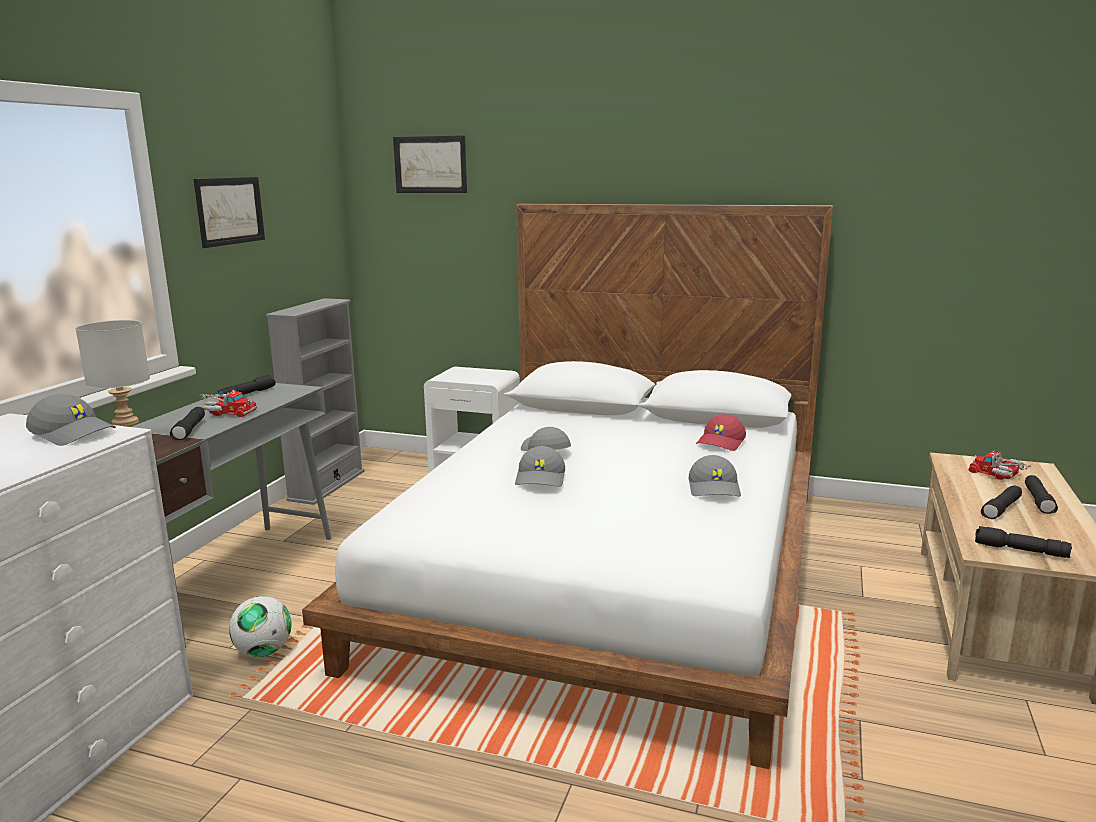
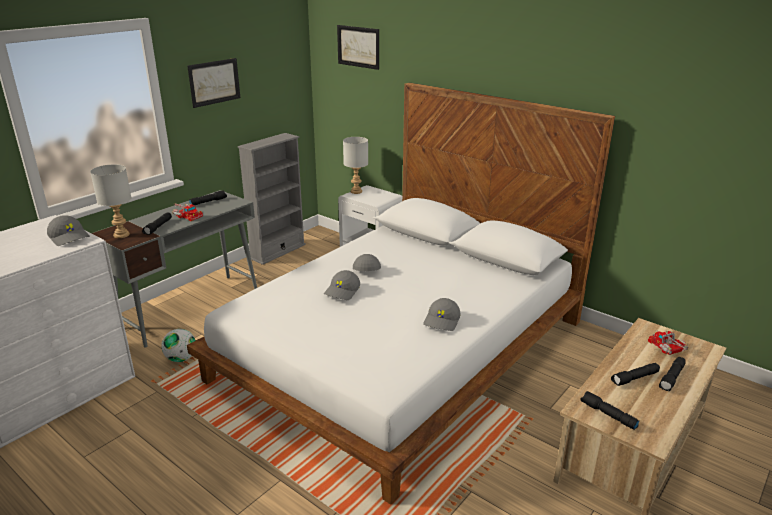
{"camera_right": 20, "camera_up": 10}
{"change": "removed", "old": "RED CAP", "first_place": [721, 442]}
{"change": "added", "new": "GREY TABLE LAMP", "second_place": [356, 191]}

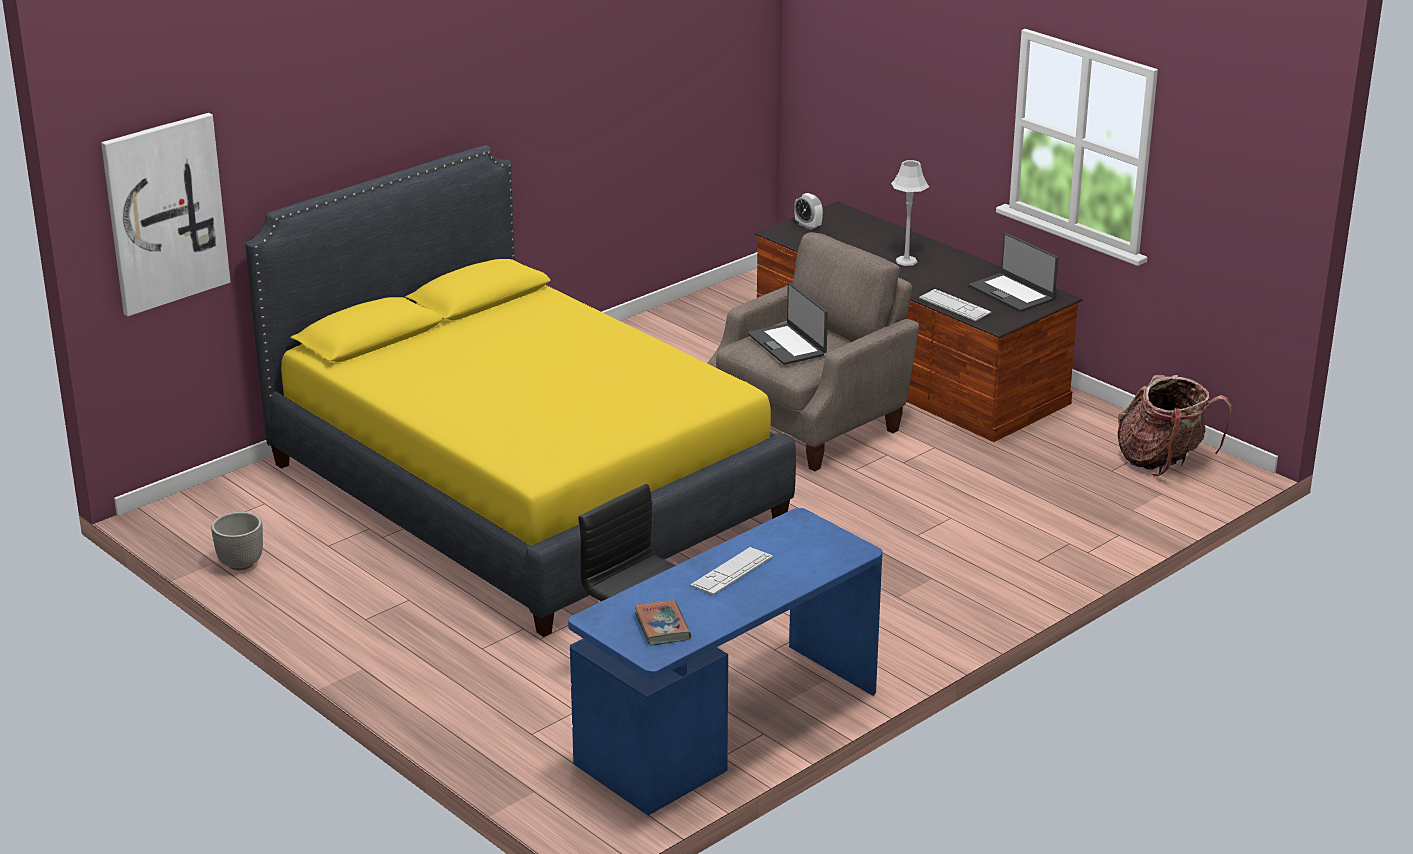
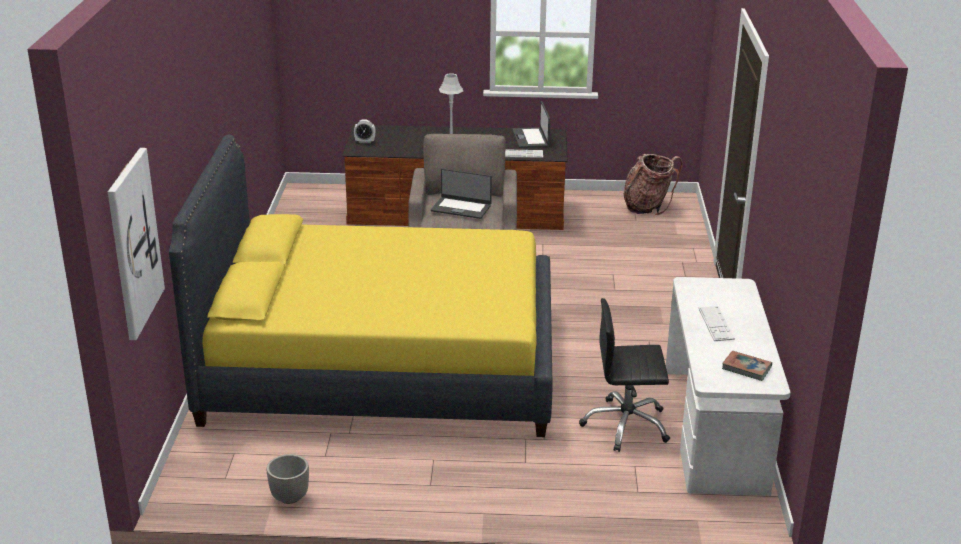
{"camera_right": -45, "camera_up": 0}
{"change": "turned", "old": "LAPTOP", "first_place": [1012, 293], "second_place": [531, 138], "degrees": 75}
{"change": "recoloured", "old": "BLUE DESK", "new": "WHITE DESK", "first_place": [729, 727], "second_place": [716, 429]}

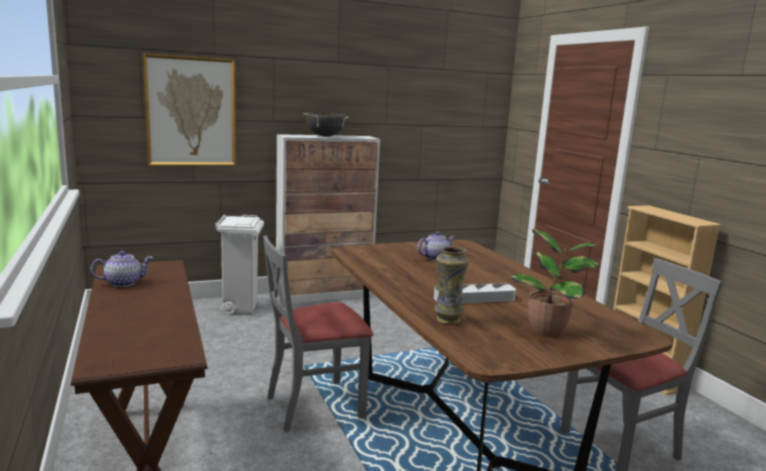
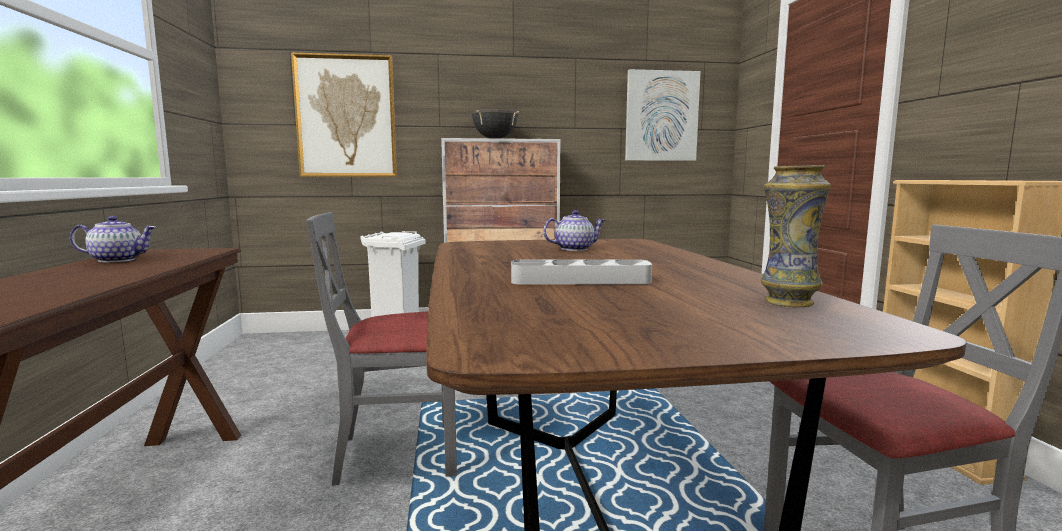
{"camera_right": 15, "camera_up": -5}
{"change": "removed", "old": "POTTED PLANT", "first_place": [549, 331]}
{"change": "moved", "old": "VASE", "first_place": [447, 319], "second_place": [787, 302]}
{"change": "added", "new": "PICTURE", "second_place": [661, 116]}

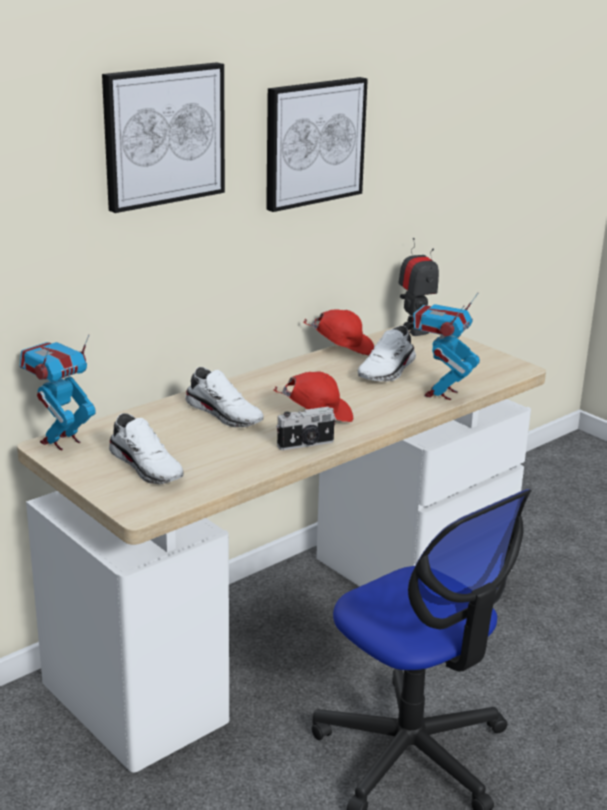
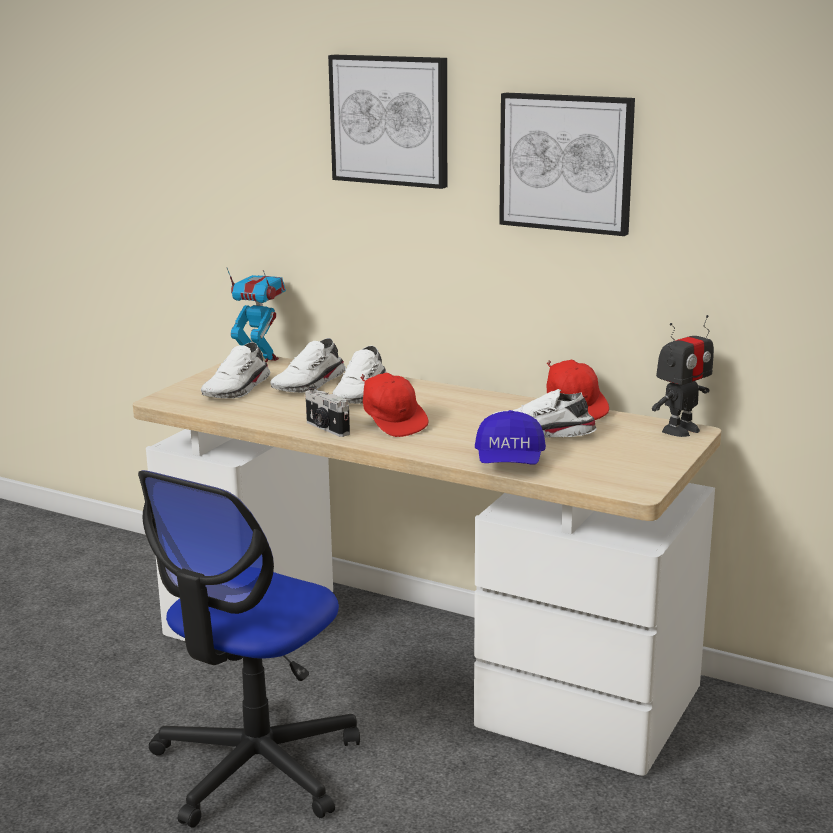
{"camera_right": 70, "camera_up": -5}
{"change": "replaced", "old": "TOY ROBOT", "new": "BLUE CAP", "first_place": [441, 393], "second_place": [509, 462]}
{"change": "added", "new": "WHITE SHOE", "second_place": [310, 384]}

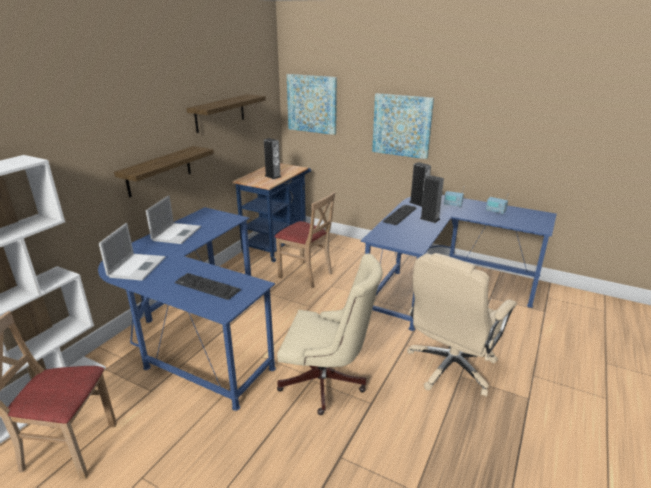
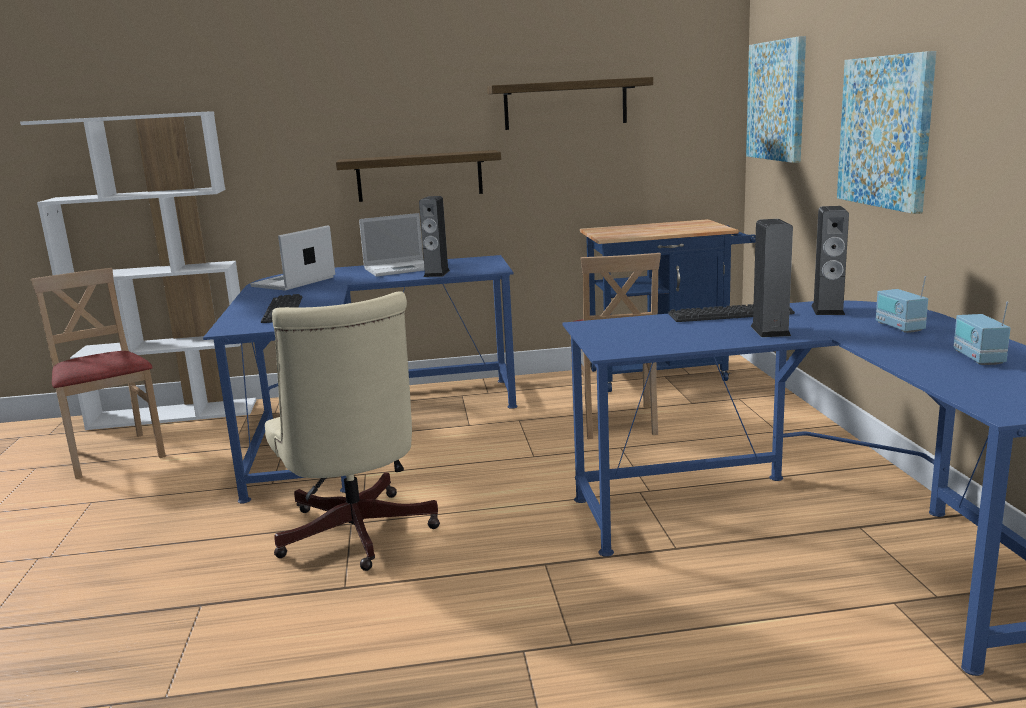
{"camera_right": 55, "camera_up": -10}
{"change": "moved", "old": "SPEAKER", "first_place": [273, 176], "second_place": [436, 273]}
{"change": "turned", "old": "LAPTOP", "first_place": [137, 266], "second_place": [292, 282], "degrees": 150}
{"change": "removed", "old": "BEIGE OFFICE CHAIR", "first_place": [450, 367]}

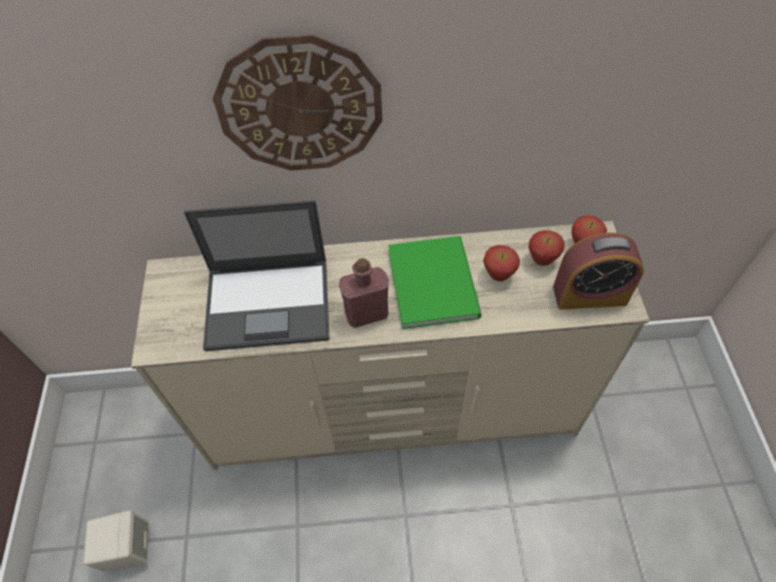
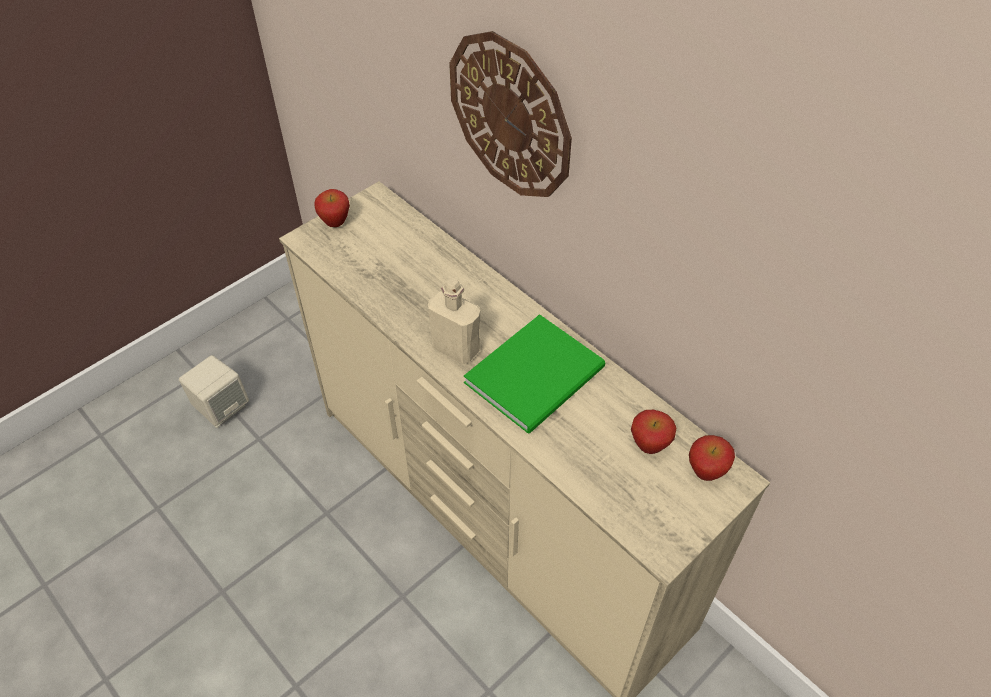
{"camera_right": 50, "camera_up": -5}
{"change": "removed", "old": "LAPTOP", "first_place": [270, 303]}
{"change": "removed", "old": "ALARM CLOCK", "first_place": [589, 295]}
{"change": "moved", "old": "APPLE", "first_place": [498, 275], "second_place": [335, 223]}
{"change": "recoloured", "old": "RED BOTTLE", "new": "BEIGE BOTTLE", "first_place": [366, 314], "second_place": [456, 348]}

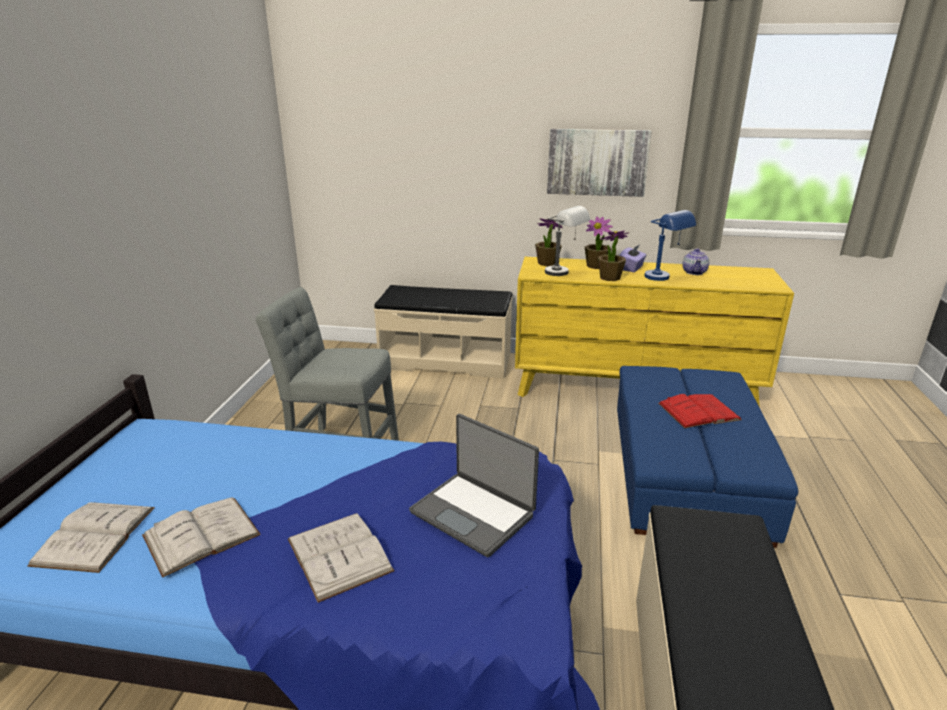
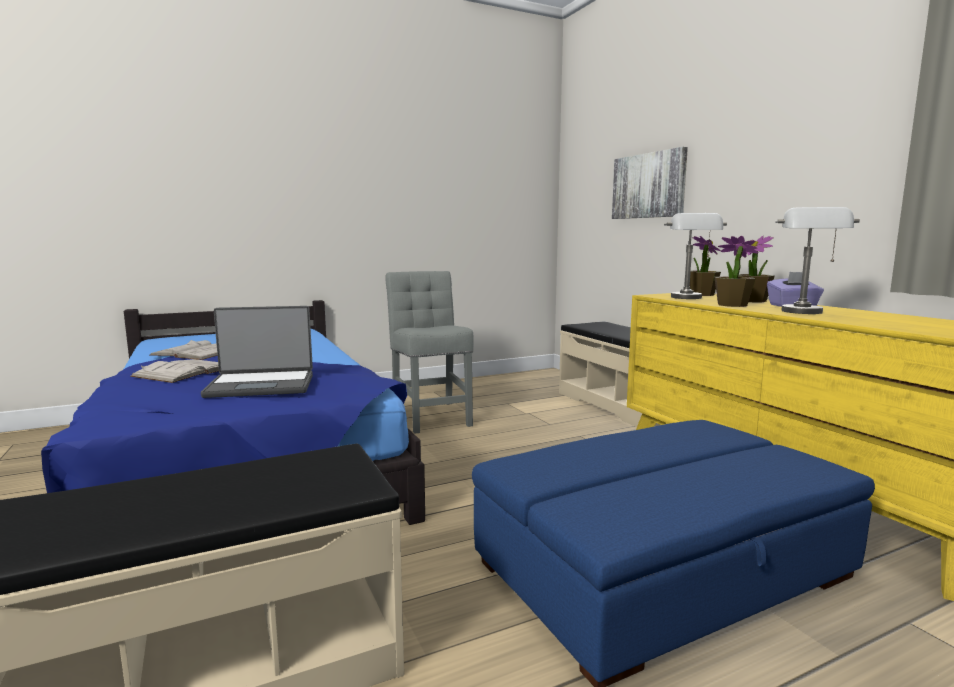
{"camera_right": 55, "camera_up": -15}
{"change": "moved", "old": "PICTURE", "first_place": [597, 162], "second_place": [648, 186]}
{"change": "recoloured", "old": "BLUE TABLE LAMP", "new": "GREY TABLE LAMP", "first_place": [664, 279], "second_place": [806, 313]}
{"change": "removed", "old": "TEAPOT", "first_place": [694, 272]}
{"change": "removed", "old": "RED BOOK", "first_place": [699, 411]}
{"change": "turned", "old": "LAPTOP", "first_place": [474, 513], "second_place": [261, 385], "degrees": -105}
{"change": "removed", "old": "WHITE BOOK", "first_place": [94, 535]}

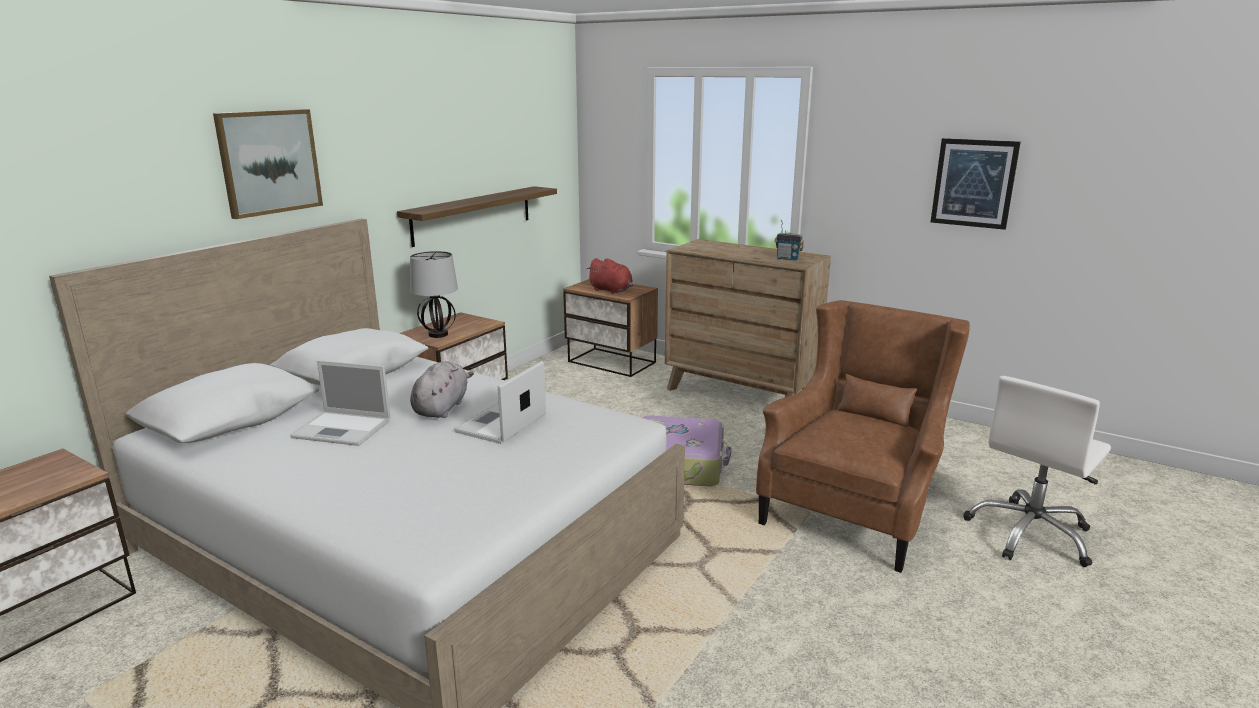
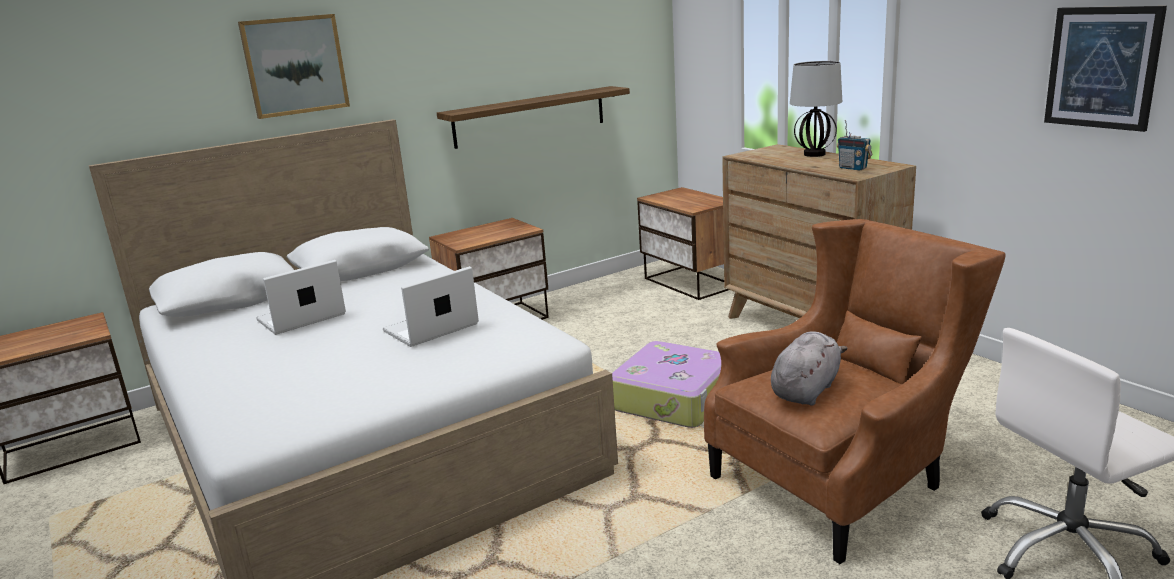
{"camera_right": 25, "camera_up": 0}
{"change": "moved", "old": "TABLE LAMP", "first_place": [438, 335], "second_place": [814, 154]}
{"change": "removed", "old": "RED PLUSH TOY", "first_place": [612, 291]}
{"change": "turned", "old": "LAPTOP", "first_place": [344, 429], "second_place": [300, 318], "degrees": 105}
{"change": "moved", "old": "GREY PLUSH TOY", "first_place": [442, 408], "second_place": [806, 390]}

